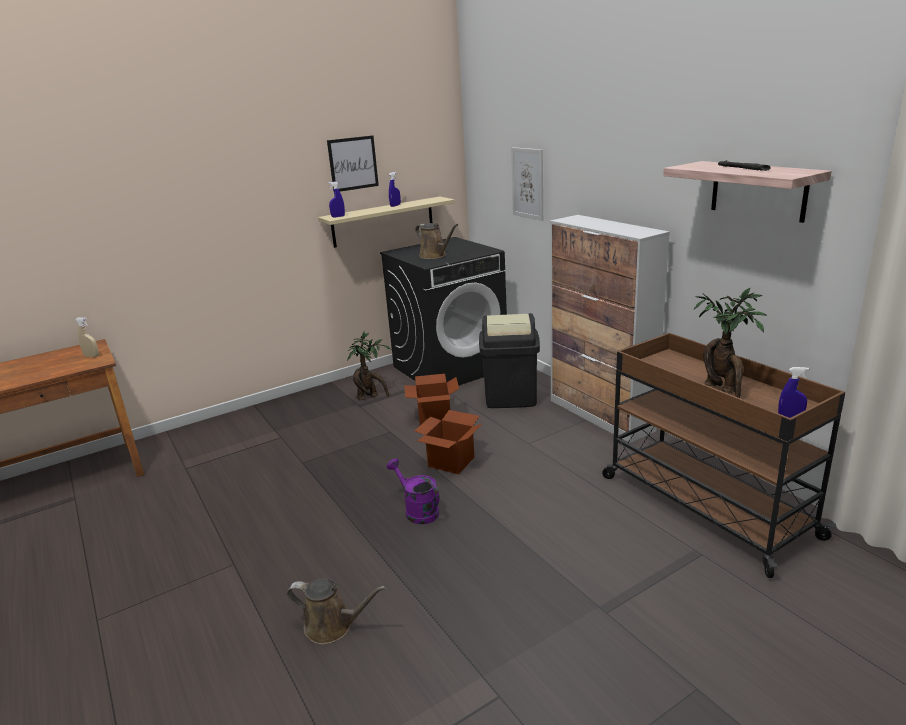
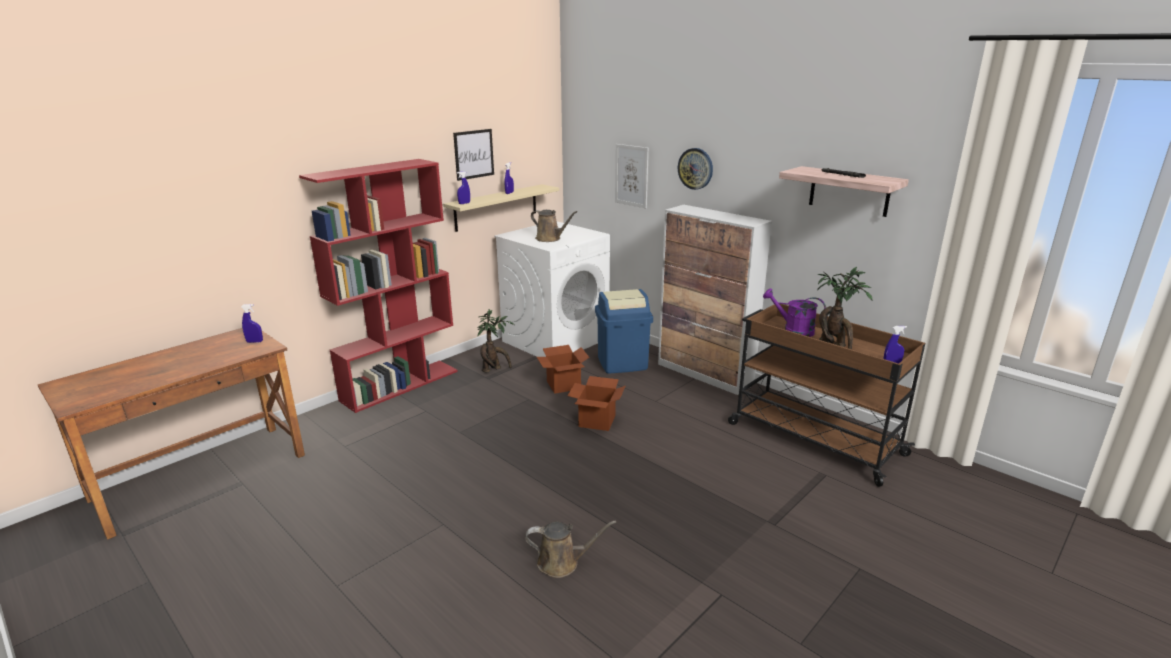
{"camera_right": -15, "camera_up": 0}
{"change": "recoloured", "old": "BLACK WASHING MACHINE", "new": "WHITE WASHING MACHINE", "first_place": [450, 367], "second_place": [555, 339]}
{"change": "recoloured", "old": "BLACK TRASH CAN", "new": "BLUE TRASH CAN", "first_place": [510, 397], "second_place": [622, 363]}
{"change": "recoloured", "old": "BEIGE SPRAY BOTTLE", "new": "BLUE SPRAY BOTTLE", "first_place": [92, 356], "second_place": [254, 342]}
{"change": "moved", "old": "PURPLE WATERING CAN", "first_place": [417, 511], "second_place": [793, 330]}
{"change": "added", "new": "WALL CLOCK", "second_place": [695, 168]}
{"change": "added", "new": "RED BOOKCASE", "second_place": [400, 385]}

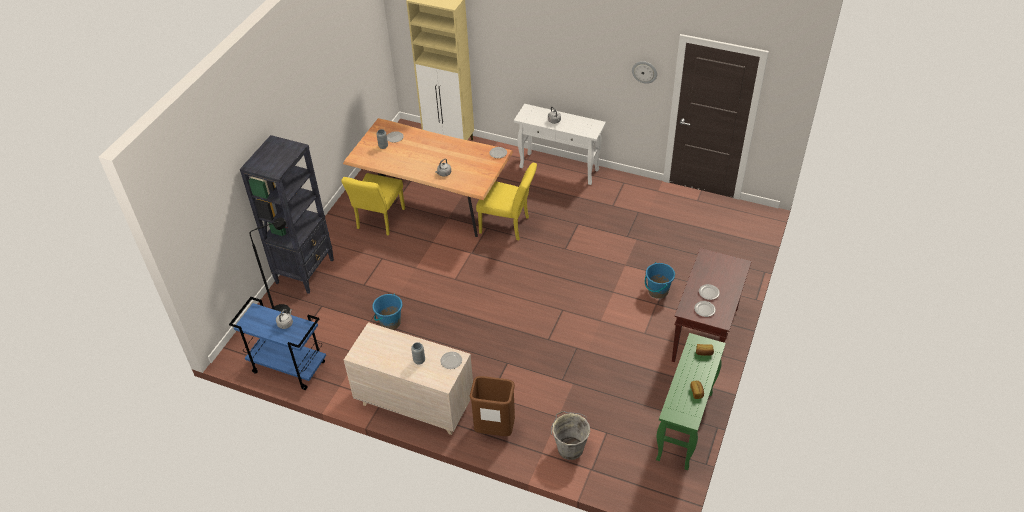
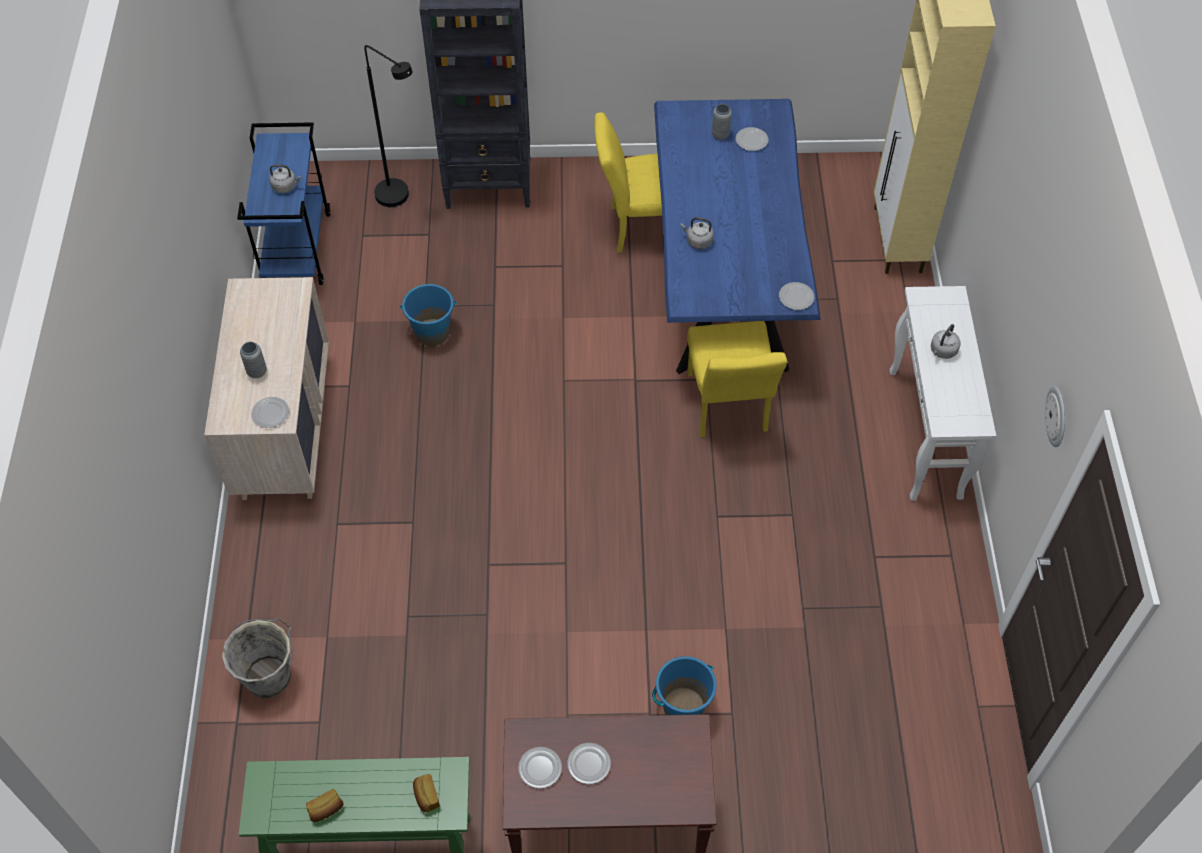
{"camera_right": 65, "camera_up": 10}
{"change": "recoloured", "old": "BROWN DINING TABLE", "new": "BLUE DINING TABLE", "first_place": [433, 203], "second_place": [724, 281]}
{"change": "removed", "old": "BROWN TRASH CAN", "first_place": [494, 429]}

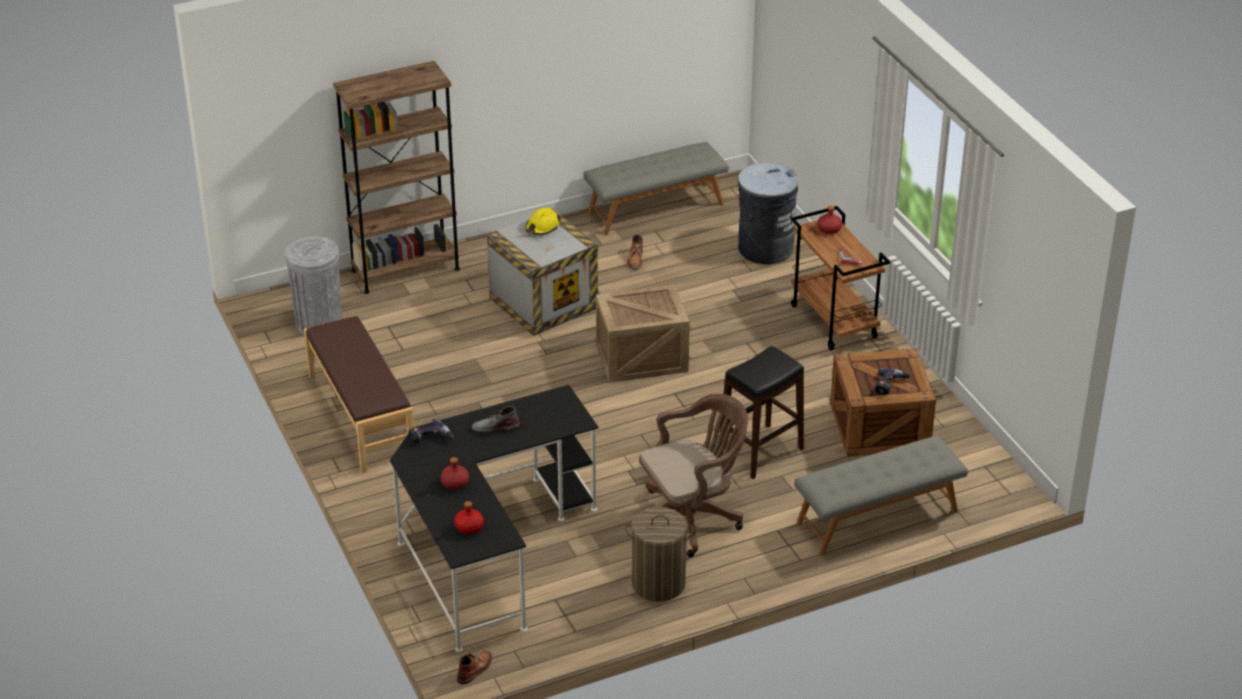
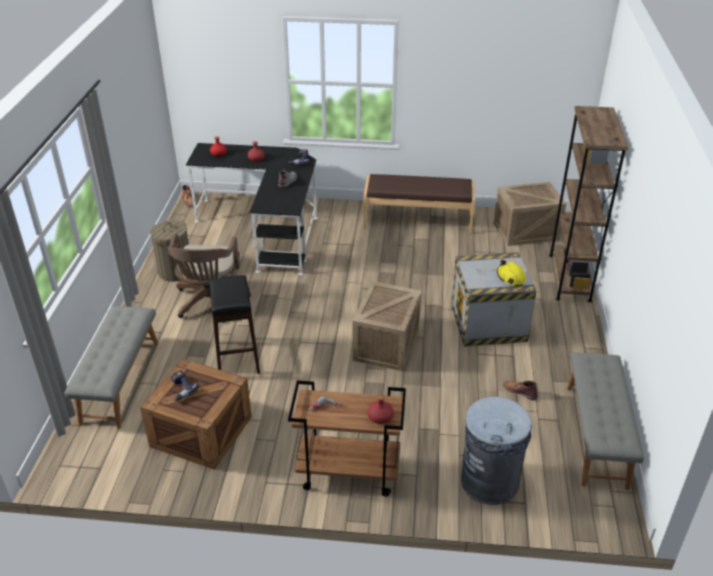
{"camera_right": 120, "camera_up": 0}
{"change": "replaced", "old": "GREY TRASH CAN", "new": "CRATE", "first_place": [319, 322], "second_place": [526, 231]}

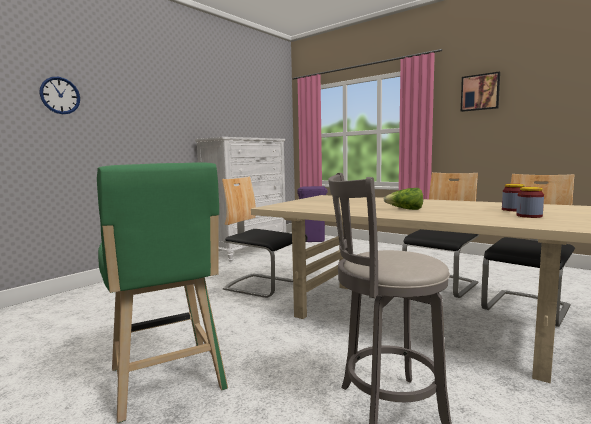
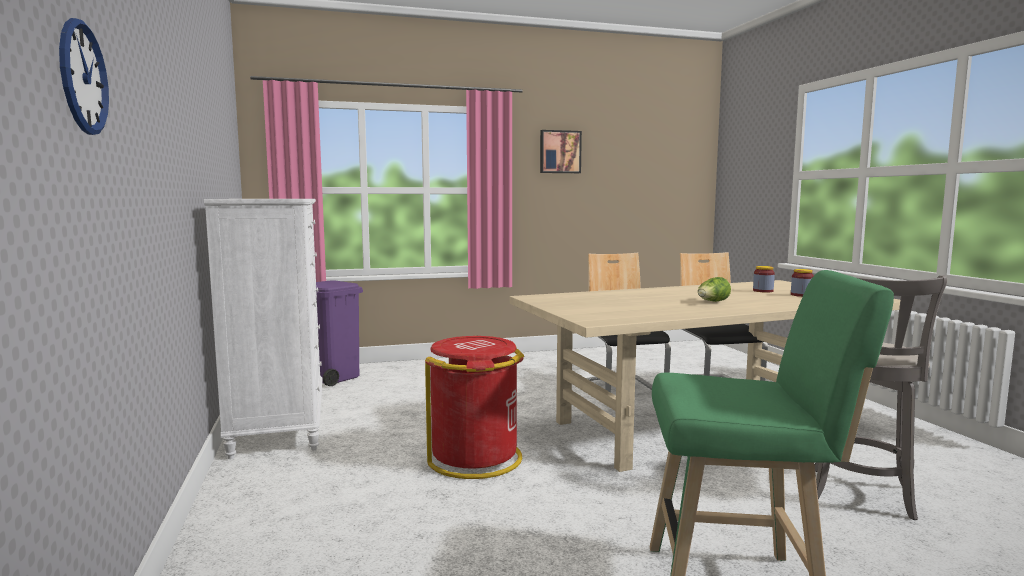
{"camera_right": -55, "camera_up": 0}
{"change": "replaced", "old": "CHAIR", "new": "RED TRASH CAN", "first_place": [261, 285], "second_place": [476, 459]}

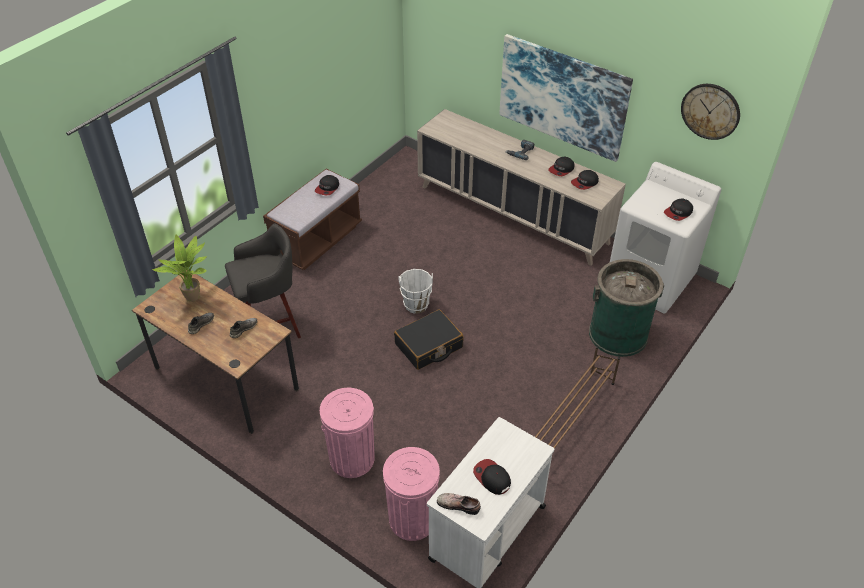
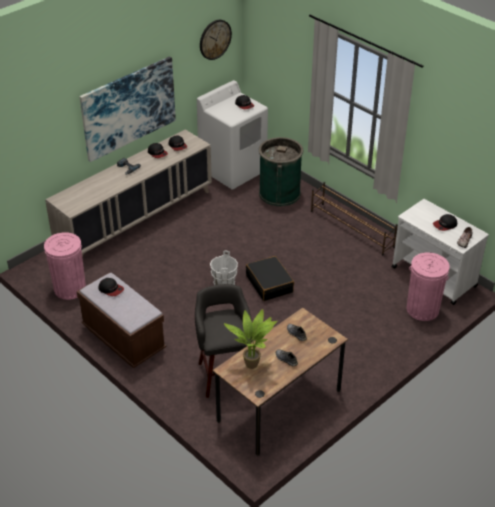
{"camera_right": -80, "camera_up": -5}
{"change": "moved", "old": "PINK TRASH CAN", "first_place": [352, 459], "second_place": [70, 288]}

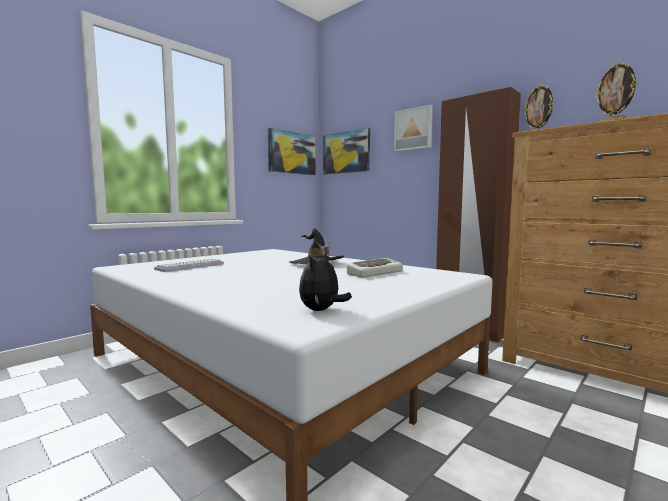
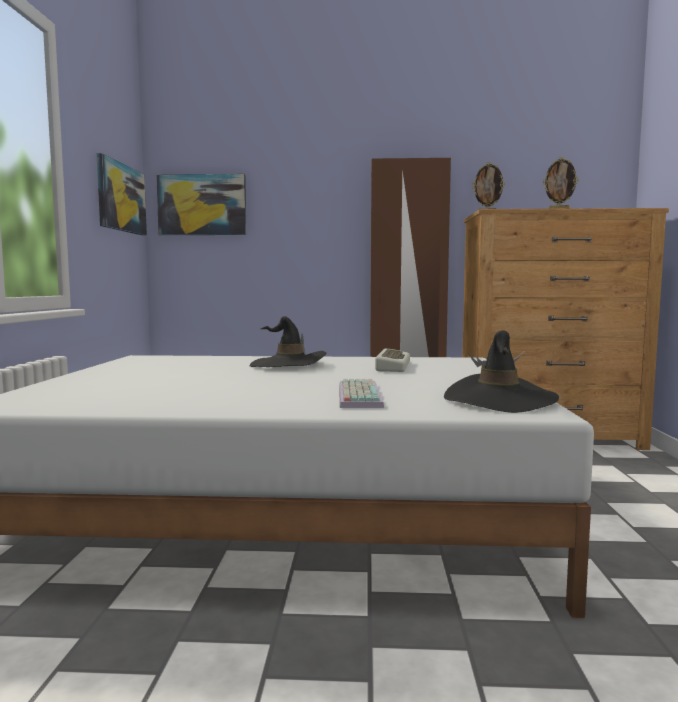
{"camera_right": -40, "camera_up": 0}
{"change": "removed", "old": "PICTURE", "first_place": [413, 129]}
{"change": "replaced", "old": "PLUSH TOY", "new": "BLACK HAT", "first_place": [321, 310], "second_place": [499, 400]}
{"change": "moved", "old": "KEYBOARD", "first_place": [190, 266], "second_place": [357, 395]}

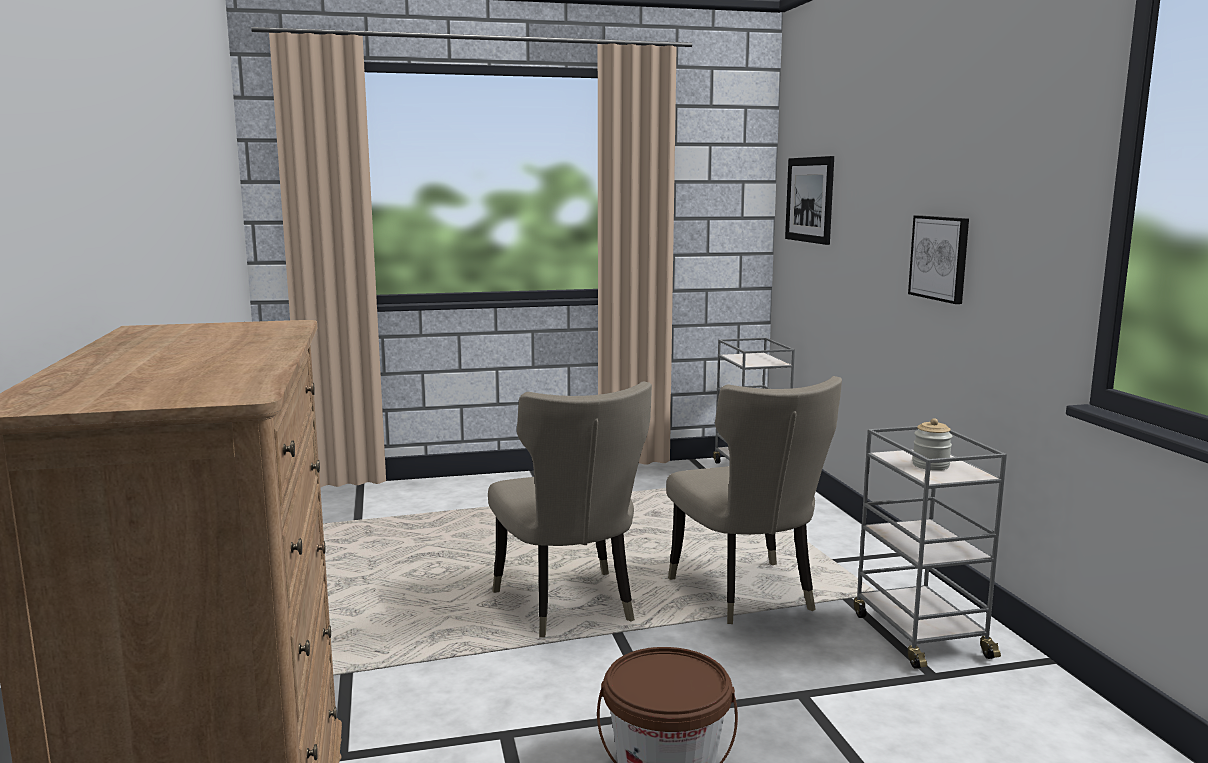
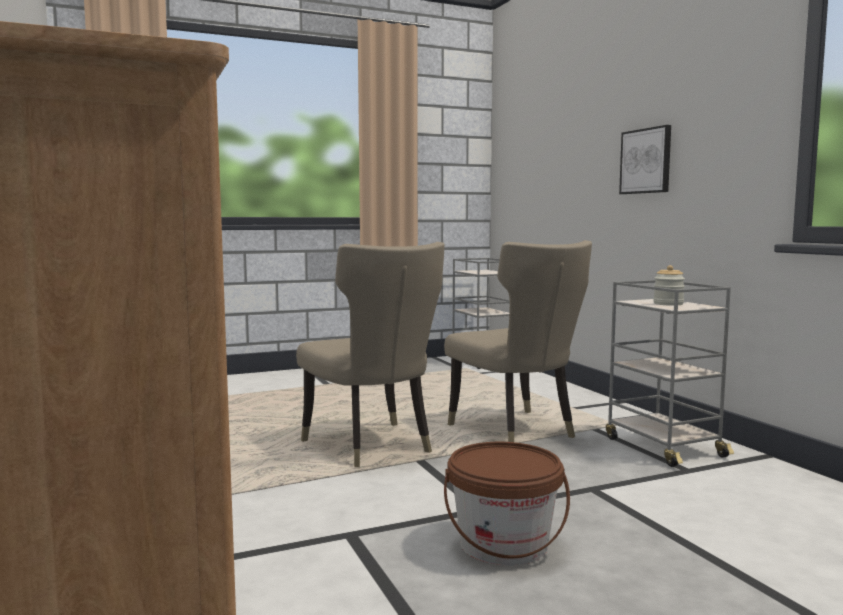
{"camera_right": -10, "camera_up": -5}
{"change": "removed", "old": "PICTURE", "first_place": [809, 199]}

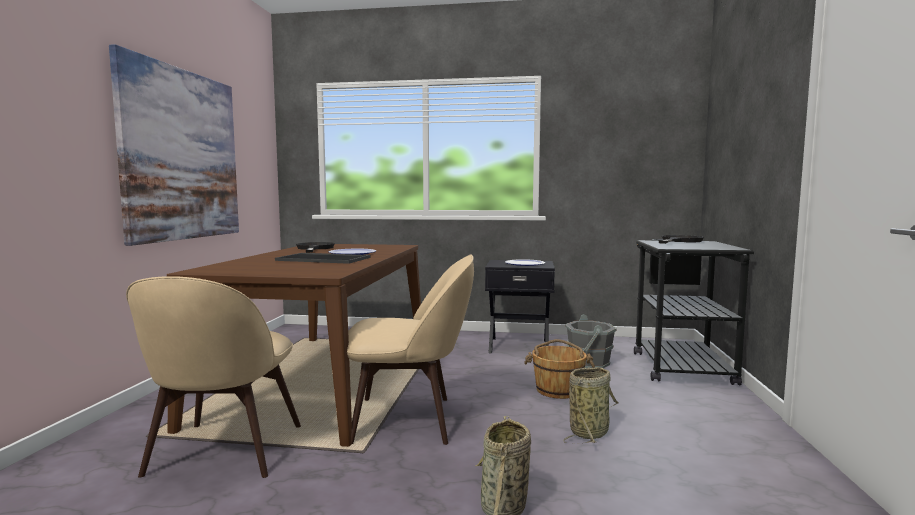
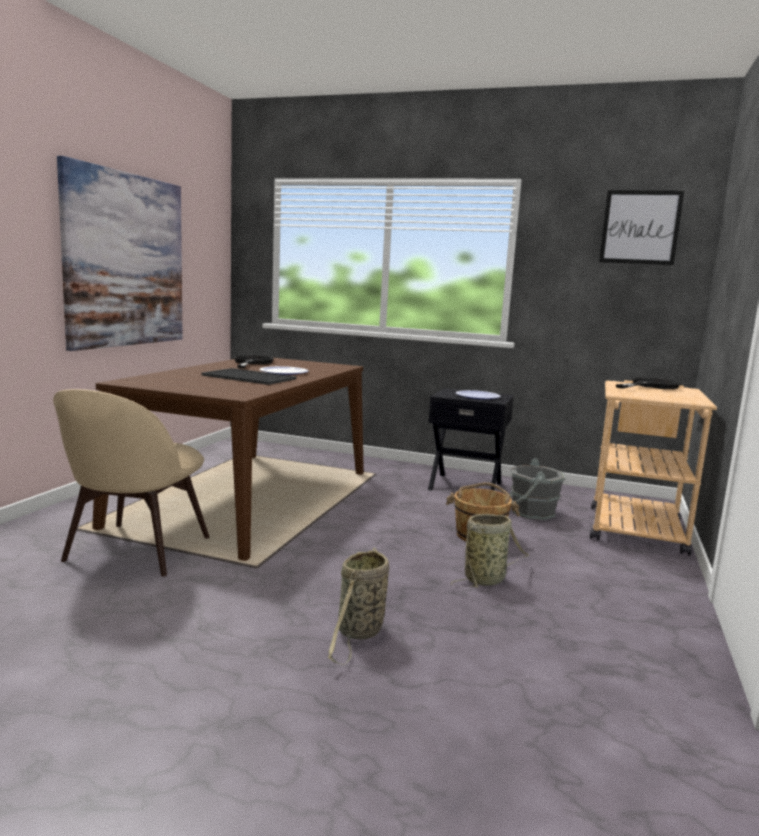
{"camera_right": 10, "camera_up": 5}
{"change": "recoloured", "old": "BLACK CART", "new": "BEIGE CART", "first_place": [679, 364], "second_place": [635, 526]}
{"change": "removed", "old": "BEIGE CHAIR", "first_place": [408, 420]}
{"change": "added", "new": "PICTURE", "second_place": [640, 227]}

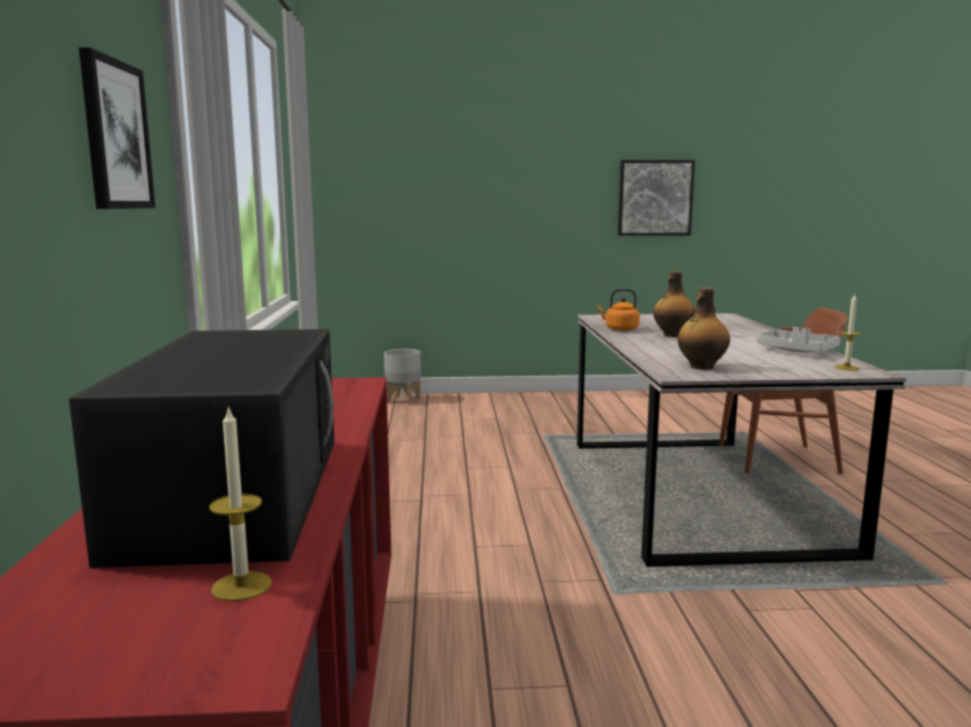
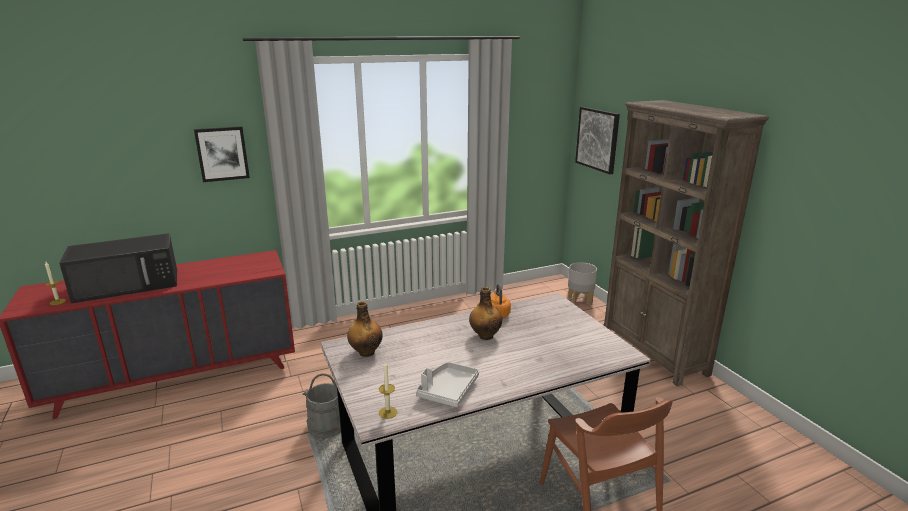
{"camera_right": 70, "camera_up": 10}
{"change": "moved", "old": "PICTURE", "first_place": [655, 198], "second_place": [597, 139]}
{"change": "added", "new": "BROWN BOOKCASE", "second_place": [653, 352]}
{"change": "added", "new": "GREY BUCKET", "second_place": [327, 426]}

